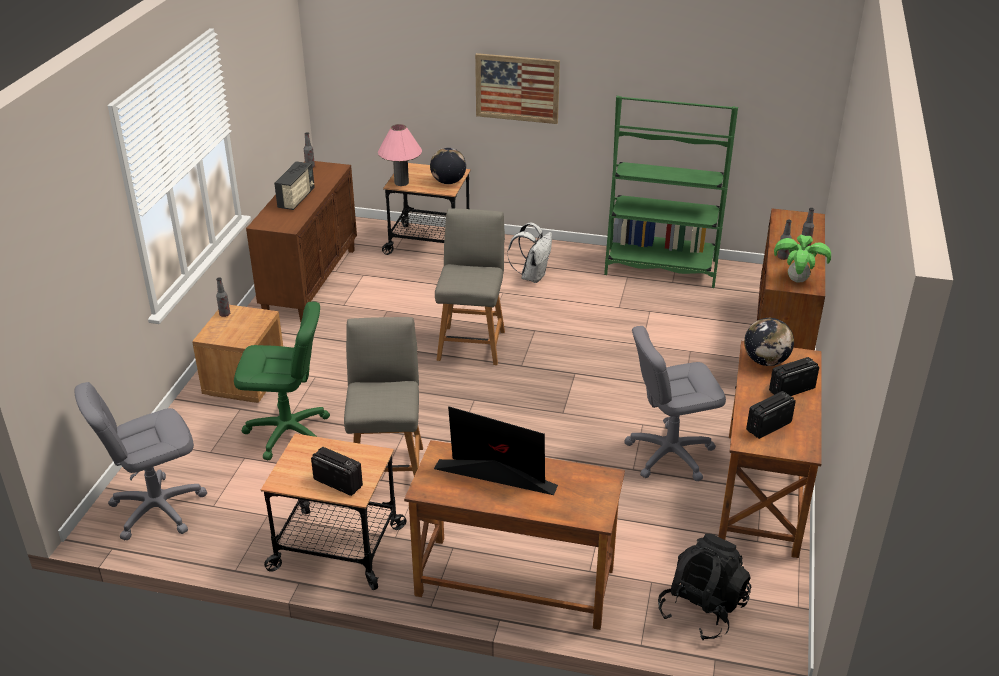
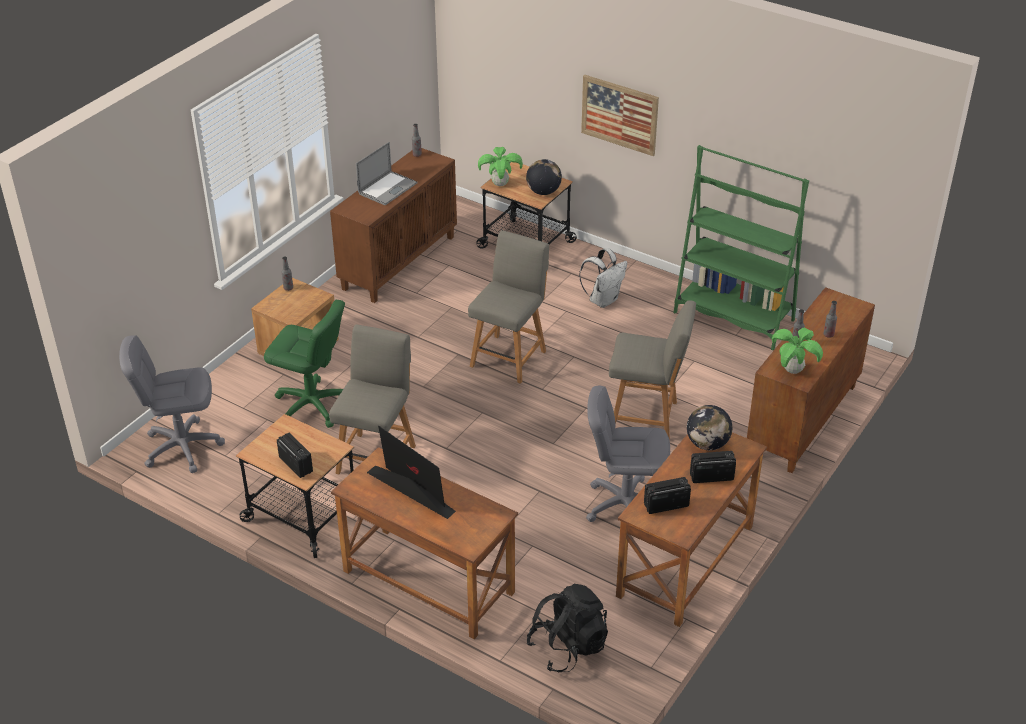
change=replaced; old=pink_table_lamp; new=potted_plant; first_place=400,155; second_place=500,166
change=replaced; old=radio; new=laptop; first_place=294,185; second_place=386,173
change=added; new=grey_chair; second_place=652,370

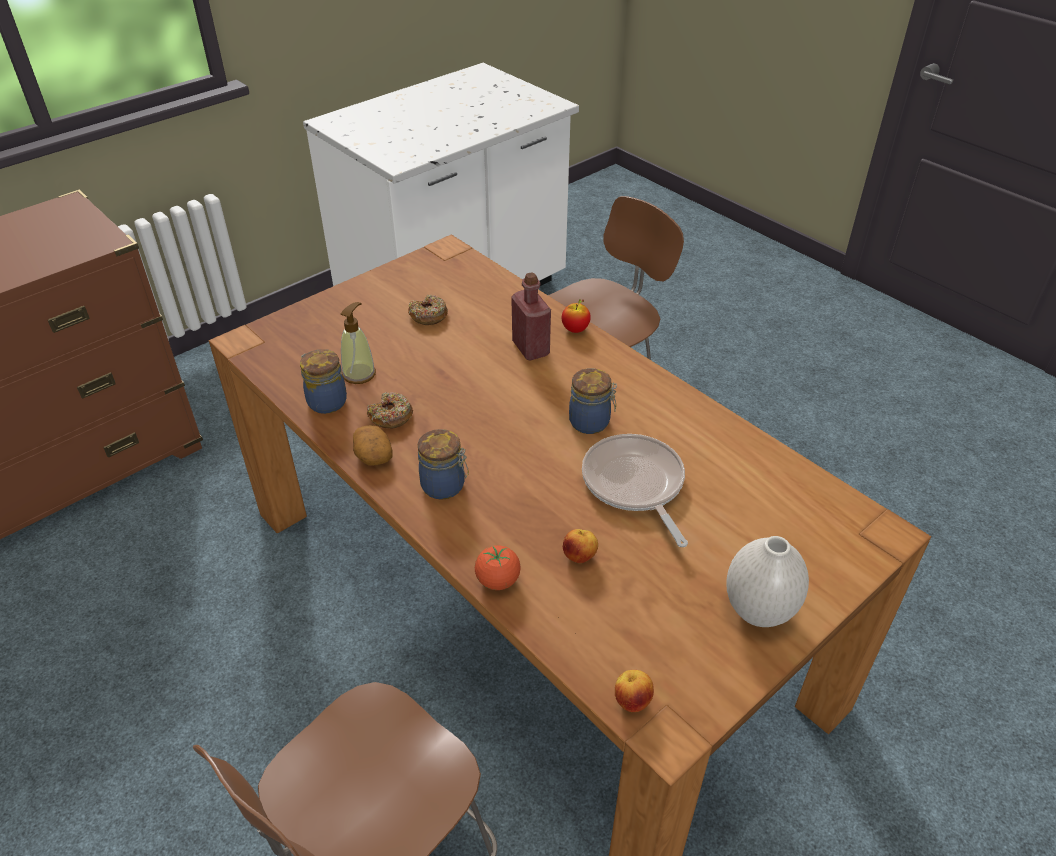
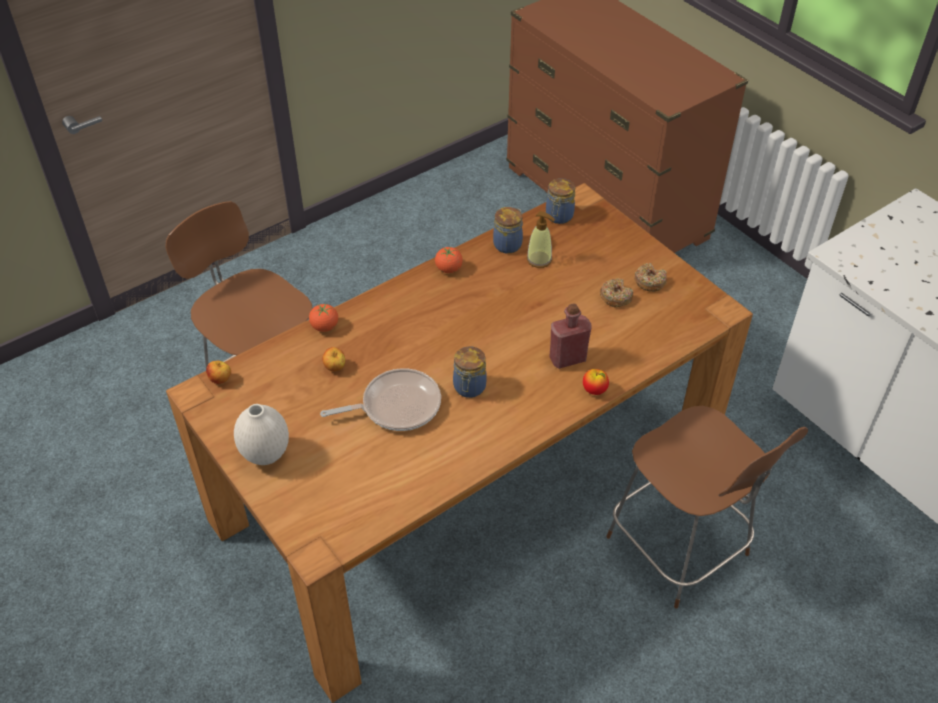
change=moved; old=donut; first_place=390,410; second_place=650,277
change=replaced; old=potato; new=tomato; first_place=373,445; second_place=449,260
change=moved; old=jar; first_place=443,464; second_place=560,201

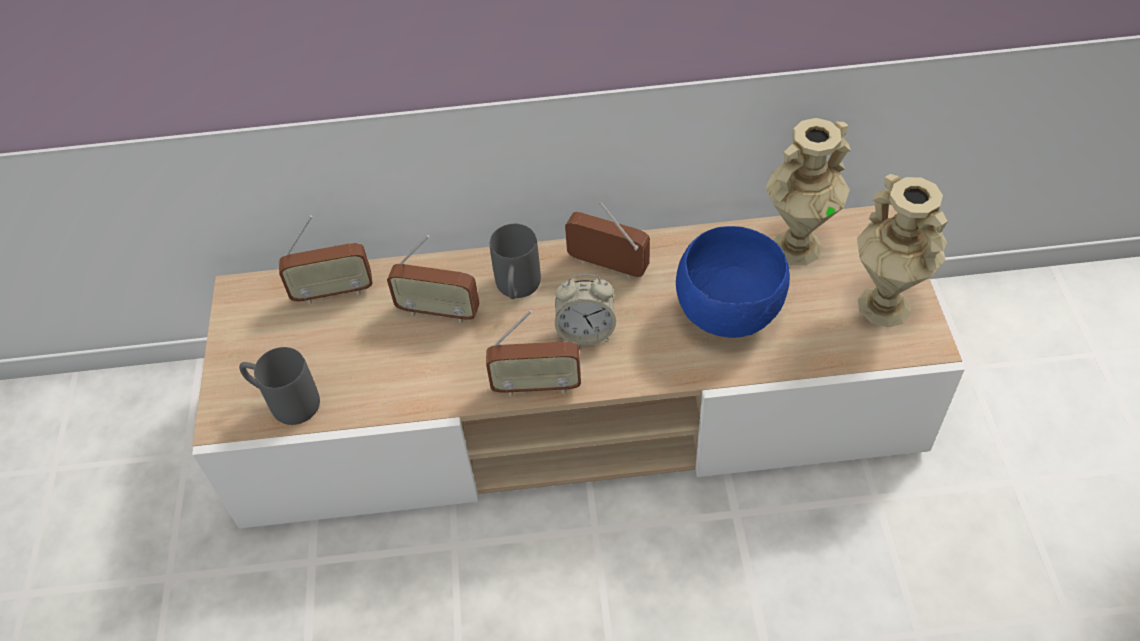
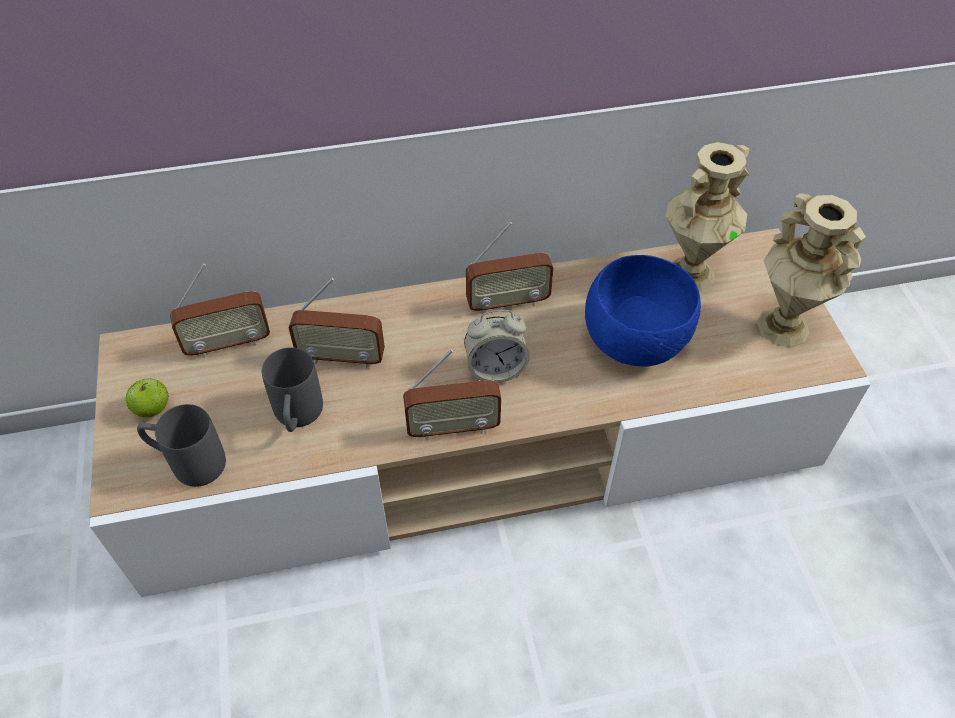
change=turned; old=radio; first_place=607,240; second_place=510,267; degrees=150
change=moved; old=grey_mug; first_place=515,261; second_place=292,389
change=added; new=apple; second_place=147,397

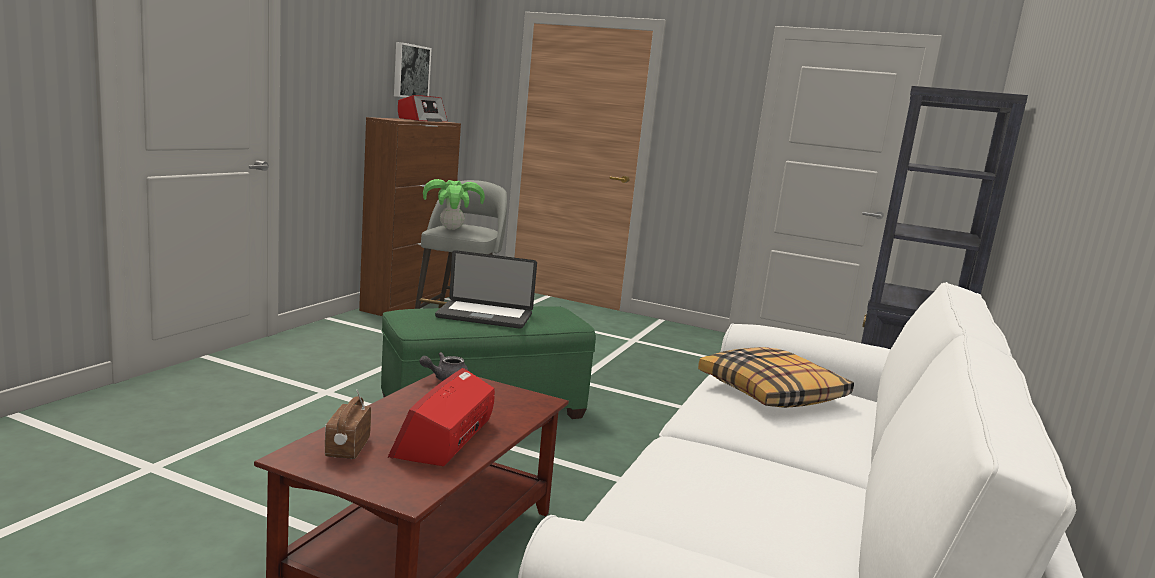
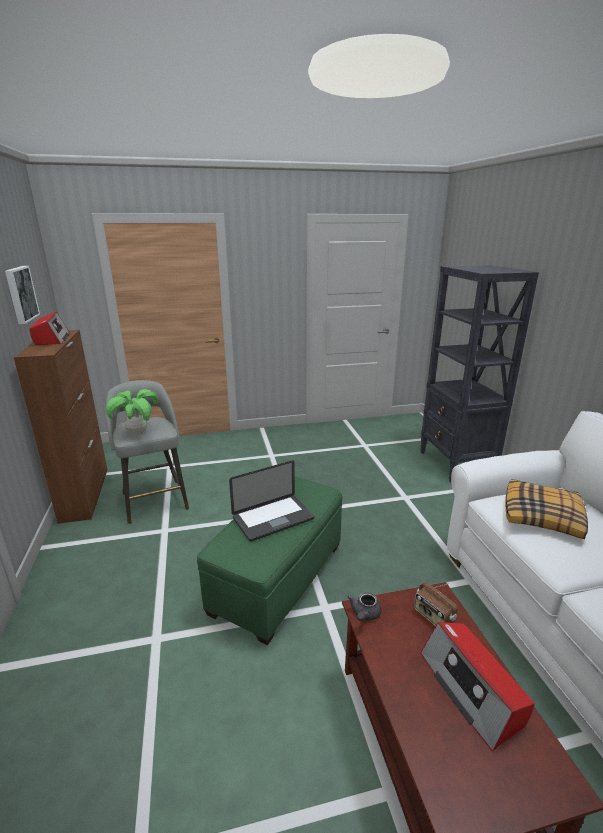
change=moved; old=radio; first_place=348,424; second_place=436,604

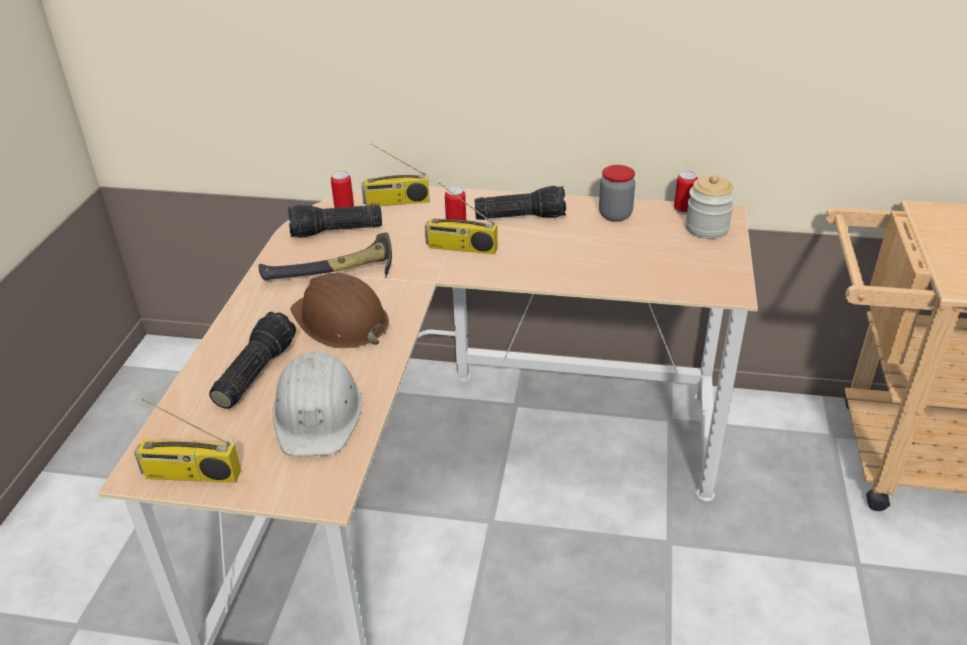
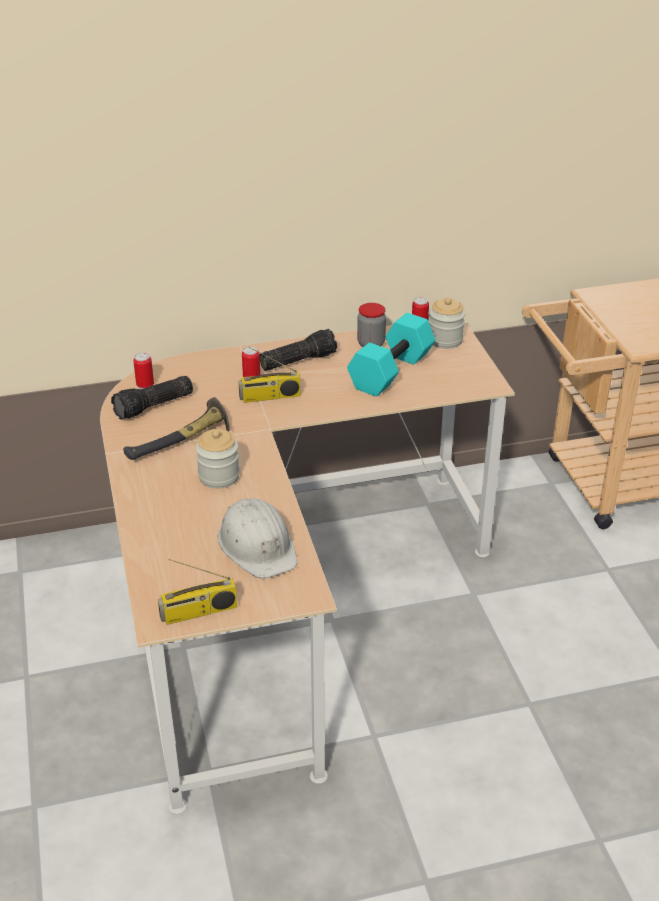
change=removed; old=radio; first_place=395,174
change=replaced; old=brown_hard_hat; new=jar; first_place=339,310; second_place=218,458
change=removed; old=flashlight; first_place=252,360
change=added; new=turquoise_dumbbell; second_place=391,355

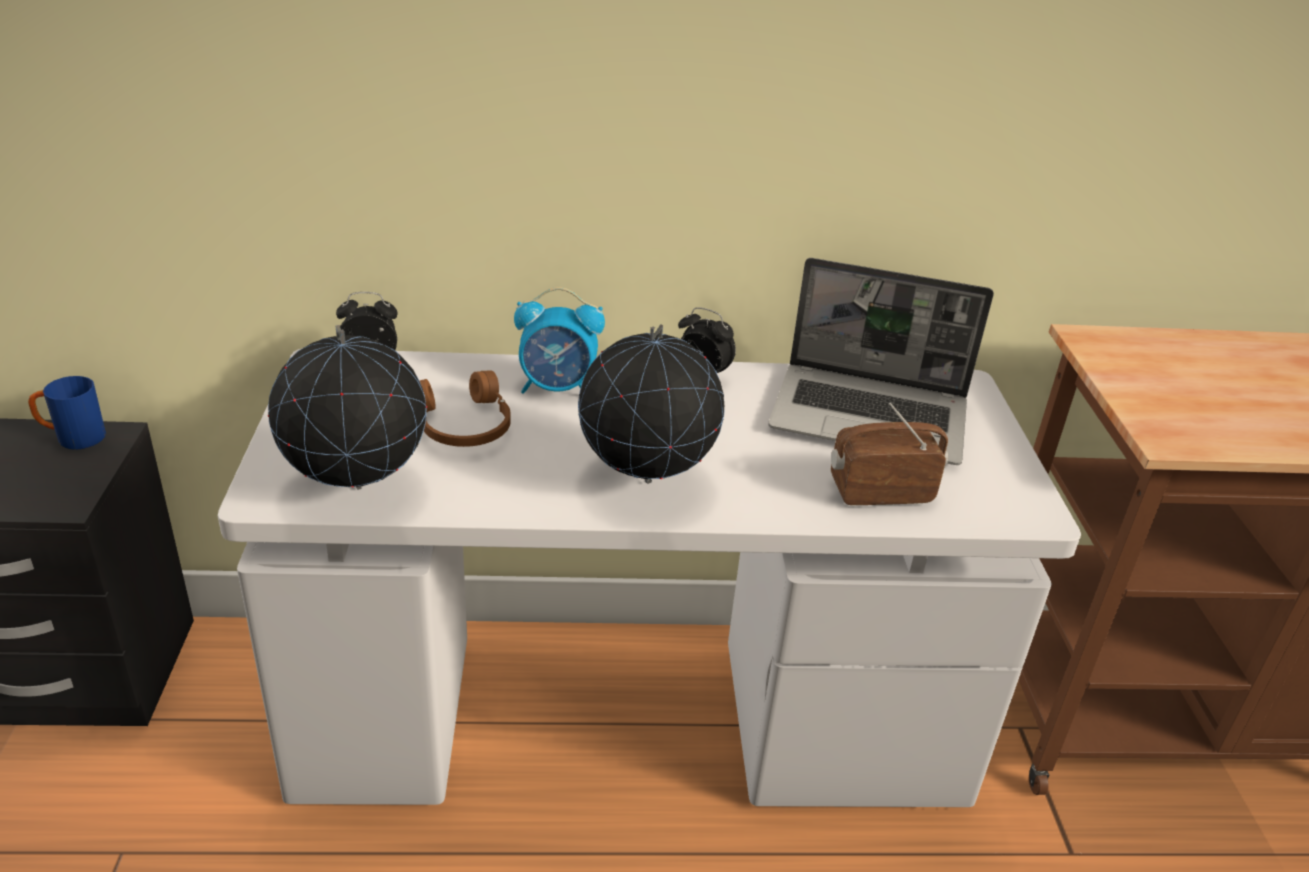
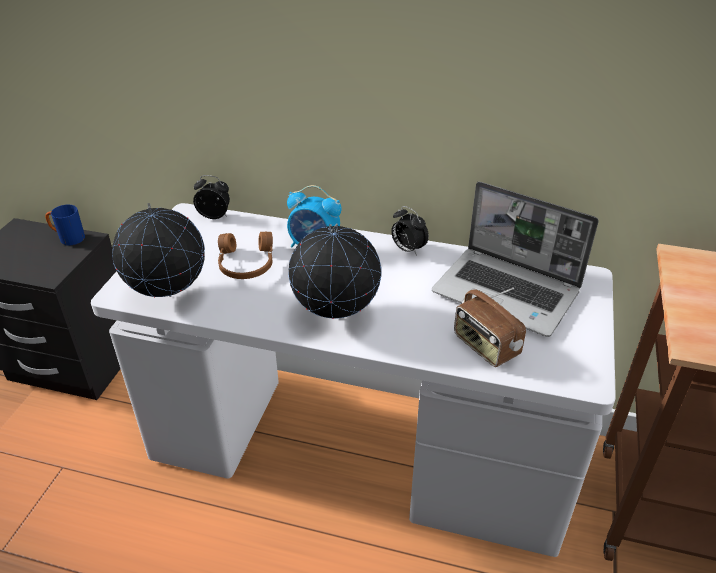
change=turned; old=radio; first_place=889,454; second_place=490,327; degrees=-135

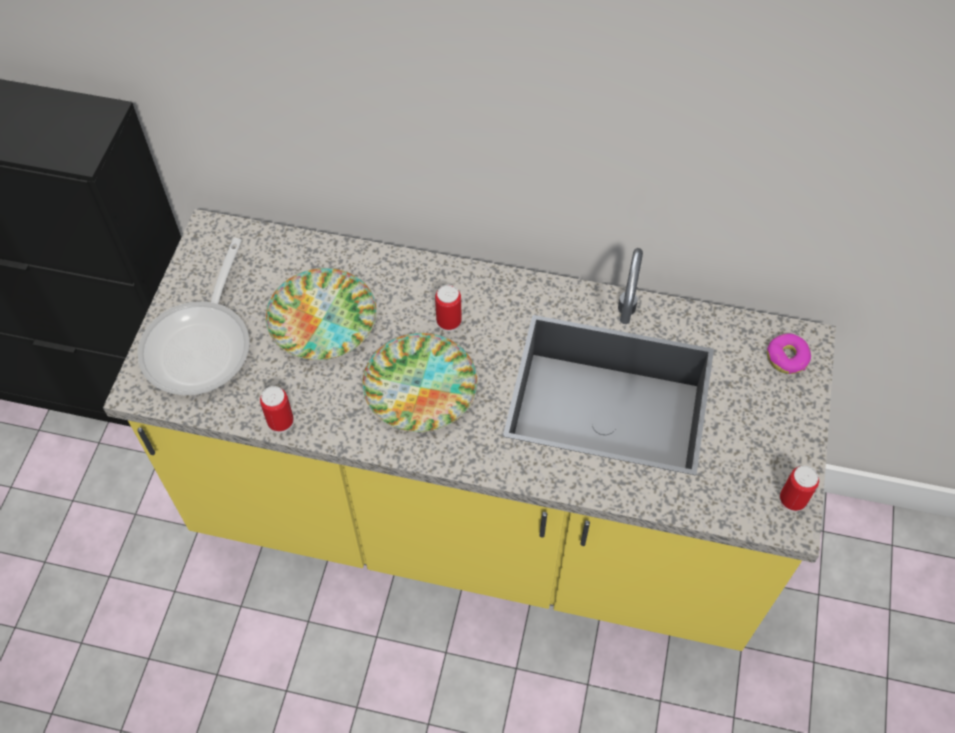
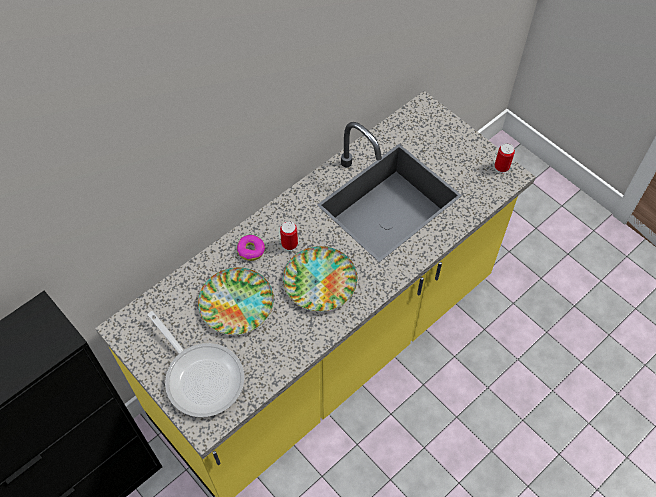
change=moved; old=donut; first_place=789,353; second_place=251,248
change=removed; old=can; first_place=277,409

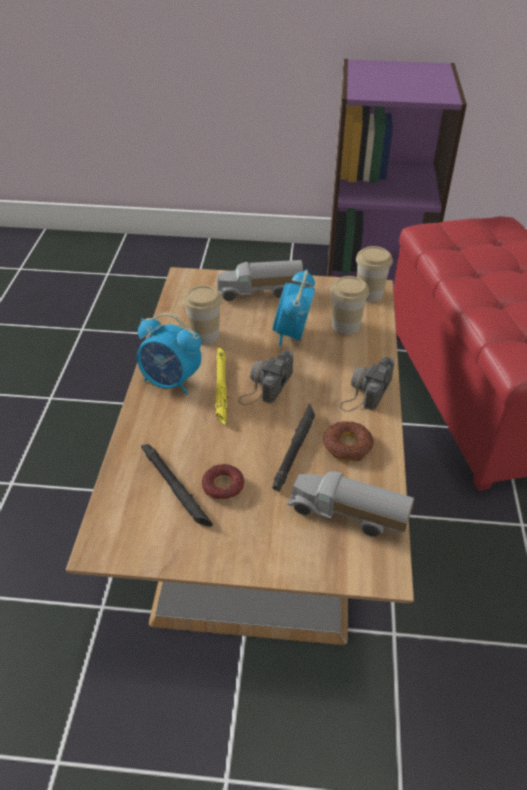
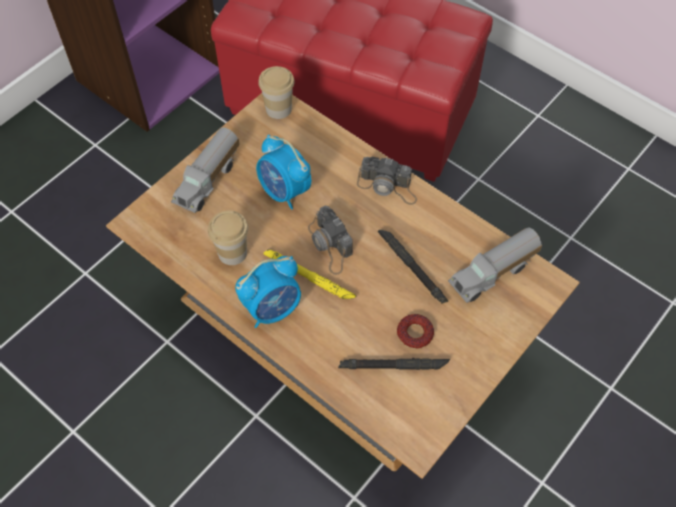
change=removed; old=cup; first_place=349,305
change=turned; old=photo_camera; first_place=367,384; second_place=387,181; degrees=-45
change=removed; old=donut; first_place=348,441

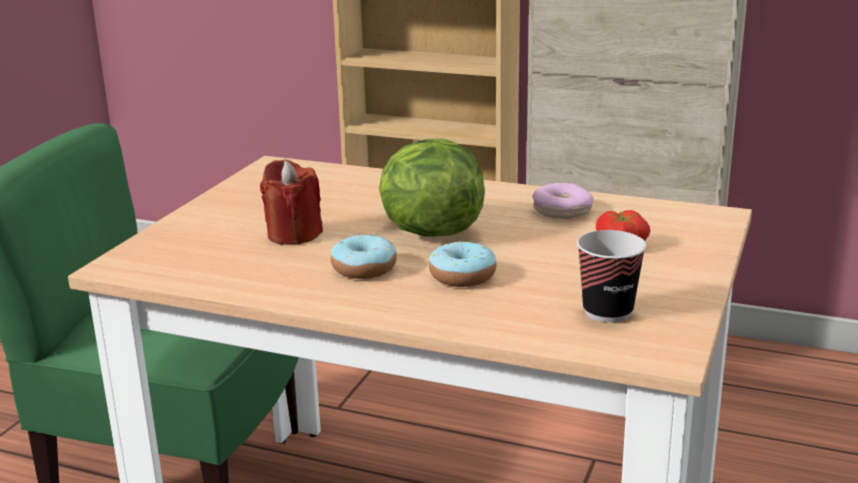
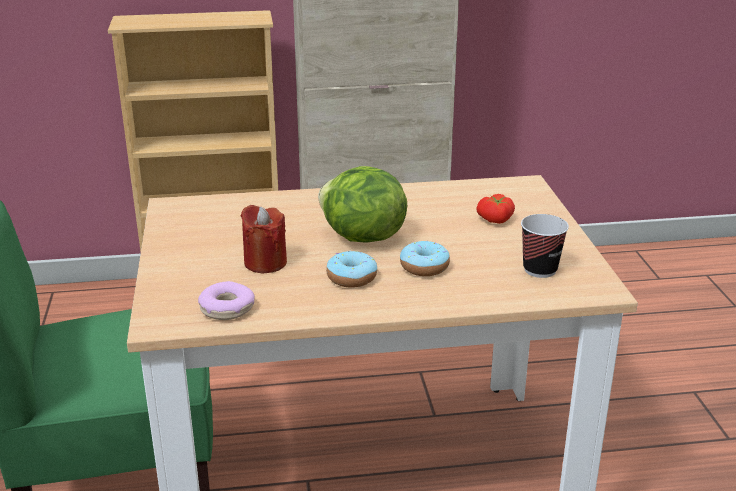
change=moved; old=donut; first_place=563,201; second_place=226,300

